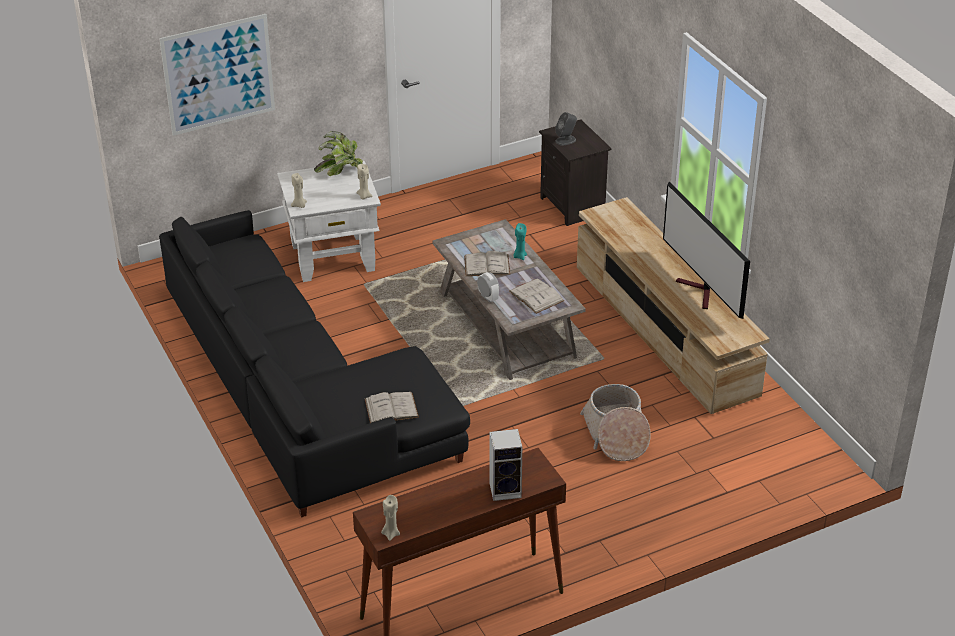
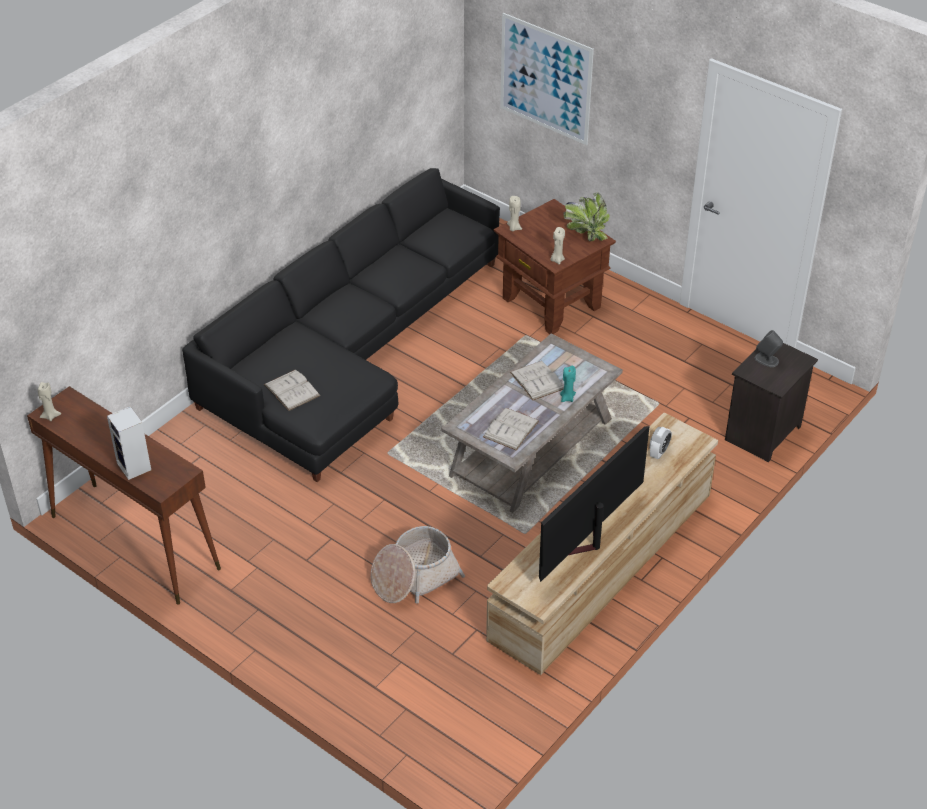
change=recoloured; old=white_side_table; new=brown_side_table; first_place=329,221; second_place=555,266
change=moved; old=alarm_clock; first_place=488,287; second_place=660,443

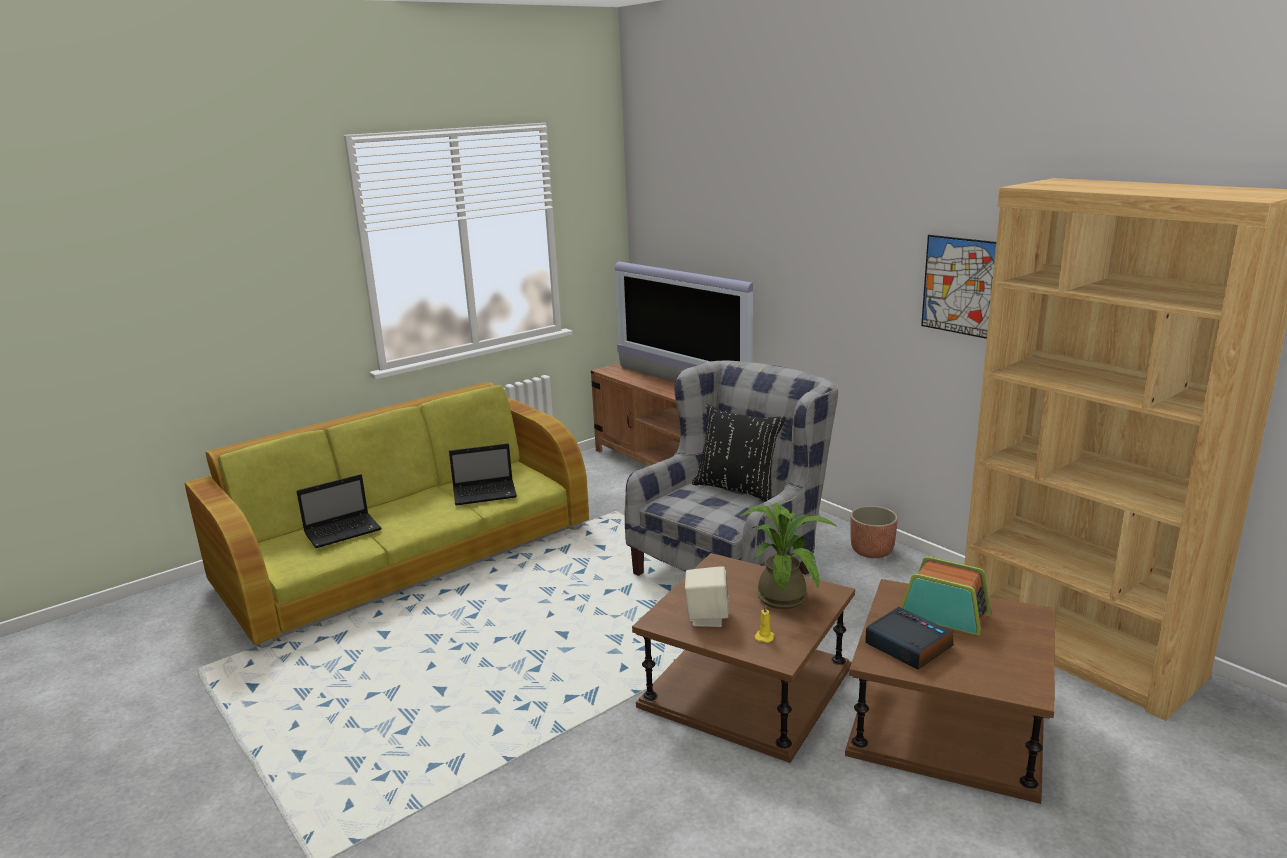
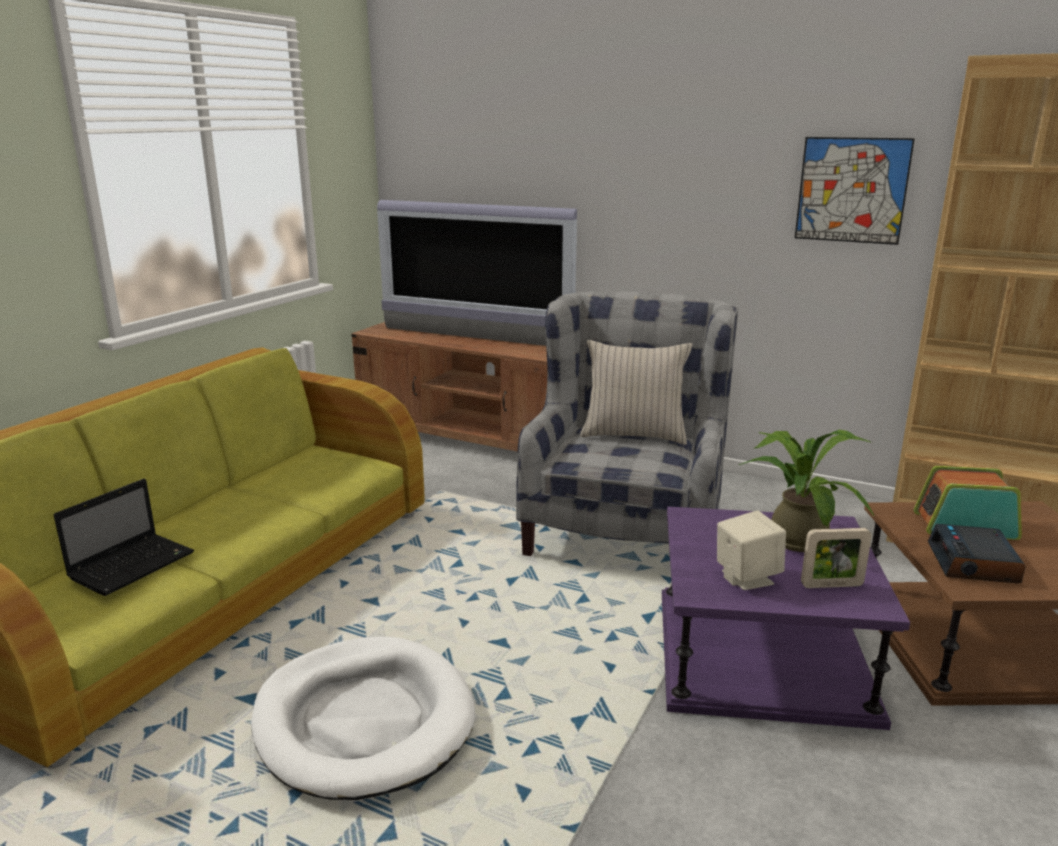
change=recoloured; old=black_pillow; new=beige_pillow; first_place=739,453; second_place=636,392
change=removed; old=laptop; first_place=483,474
change=removed; old=planter; first_place=874,532
change=recoloured; old=brown_side_table; new=purple_side_table; first_place=743,658; second_place=786,618
change=replaced; old=yellow_candle; new=picture_frame; first_place=764,624; second_place=836,558
change=turned; old=alarm_clock; first_place=909,638; second_place=977,553; degrees=-105
change=added; new=white_dog_bed; second_place=363,718

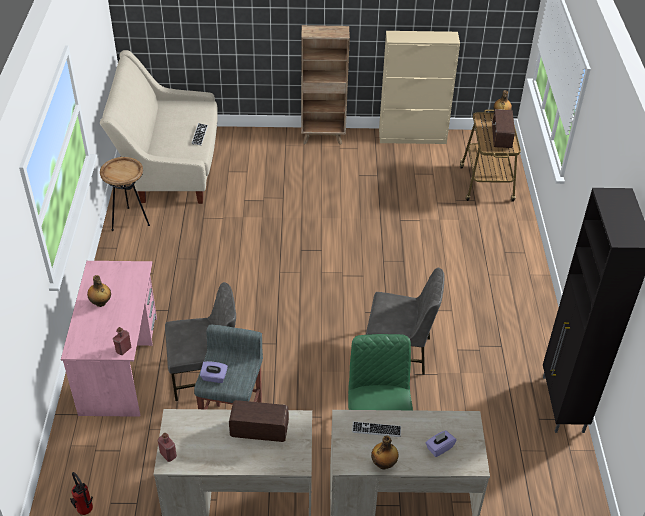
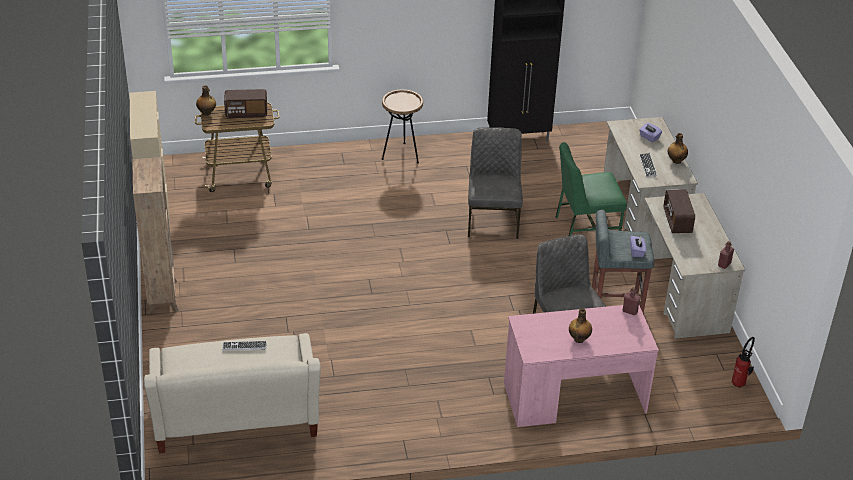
change=moved; old=brown_side_table; first_place=125,194; second_place=402,126

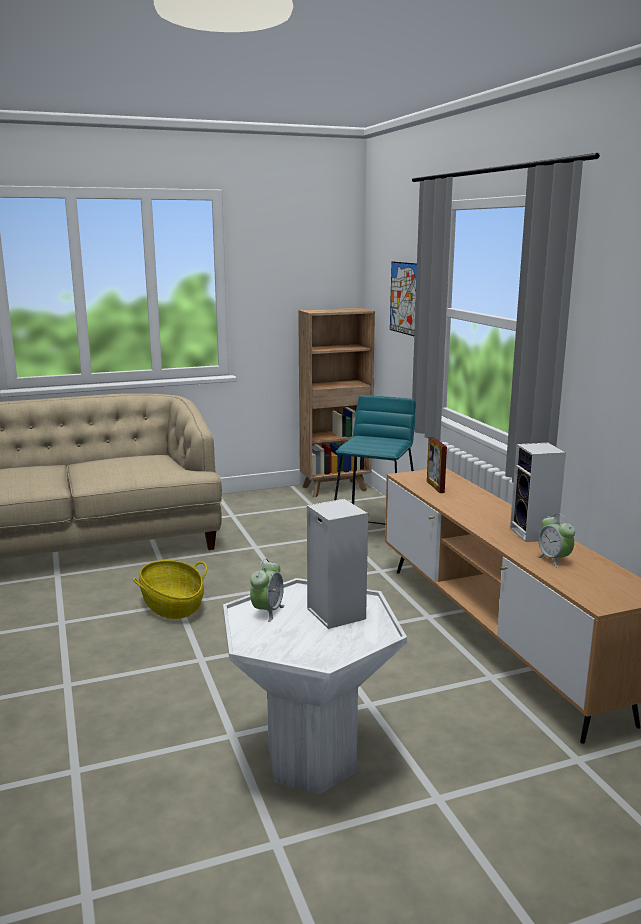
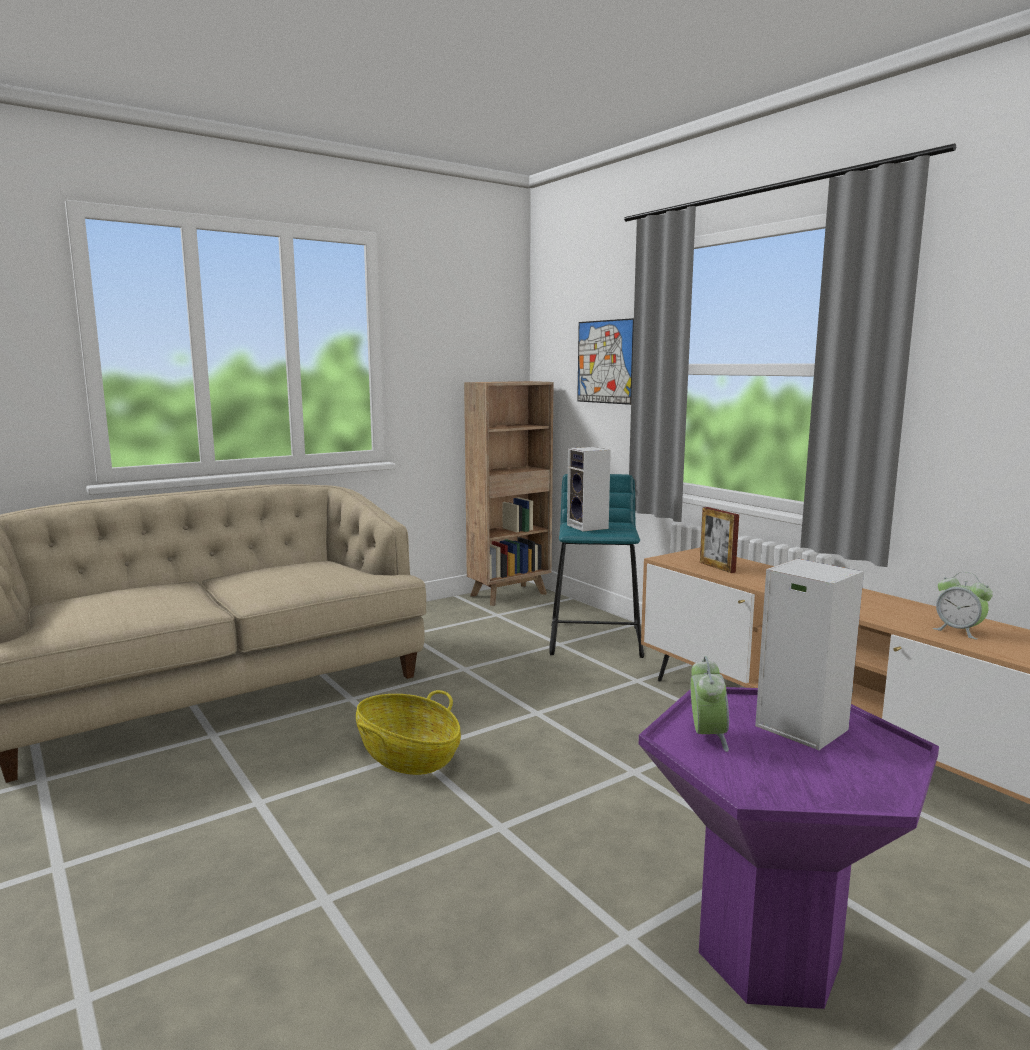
change=moved; old=speaker; first_place=538,492; second_place=589,489
change=recoloured; old=white_side_table; new=purple_side_table; first_place=315,686; second_place=789,848

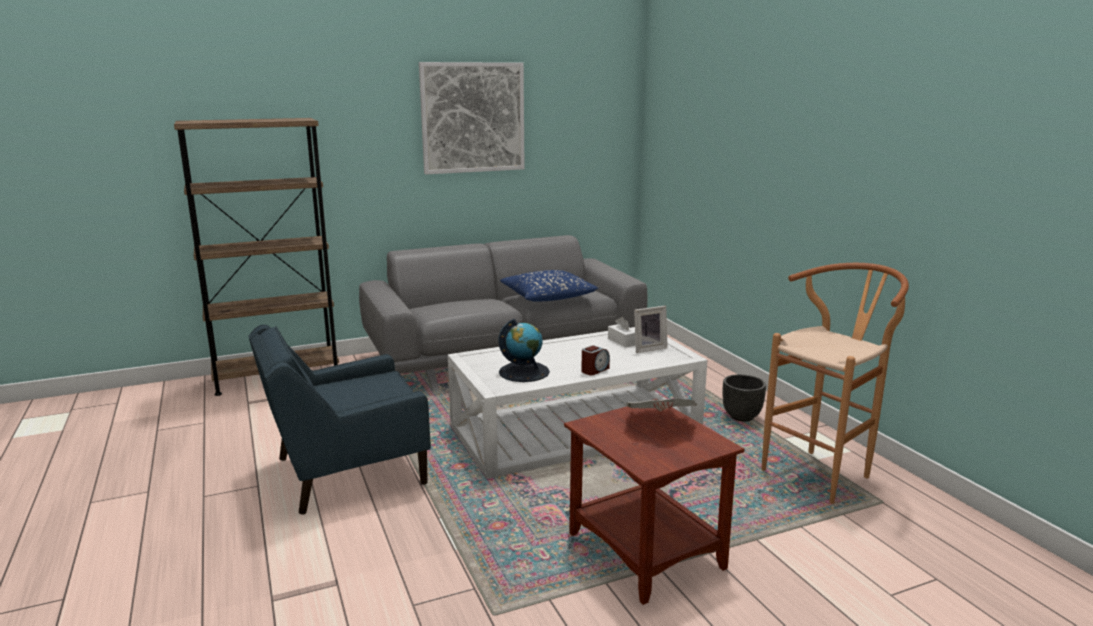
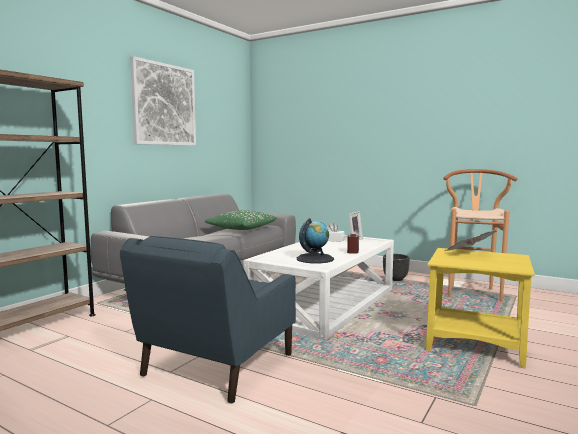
change=recoloured; old=blue_pillow; new=green_pillow; first_place=549,286; second_place=240,220
change=recoloured; old=brown_side_table; new=yellow_side_table; first_place=654,502; second_place=480,308

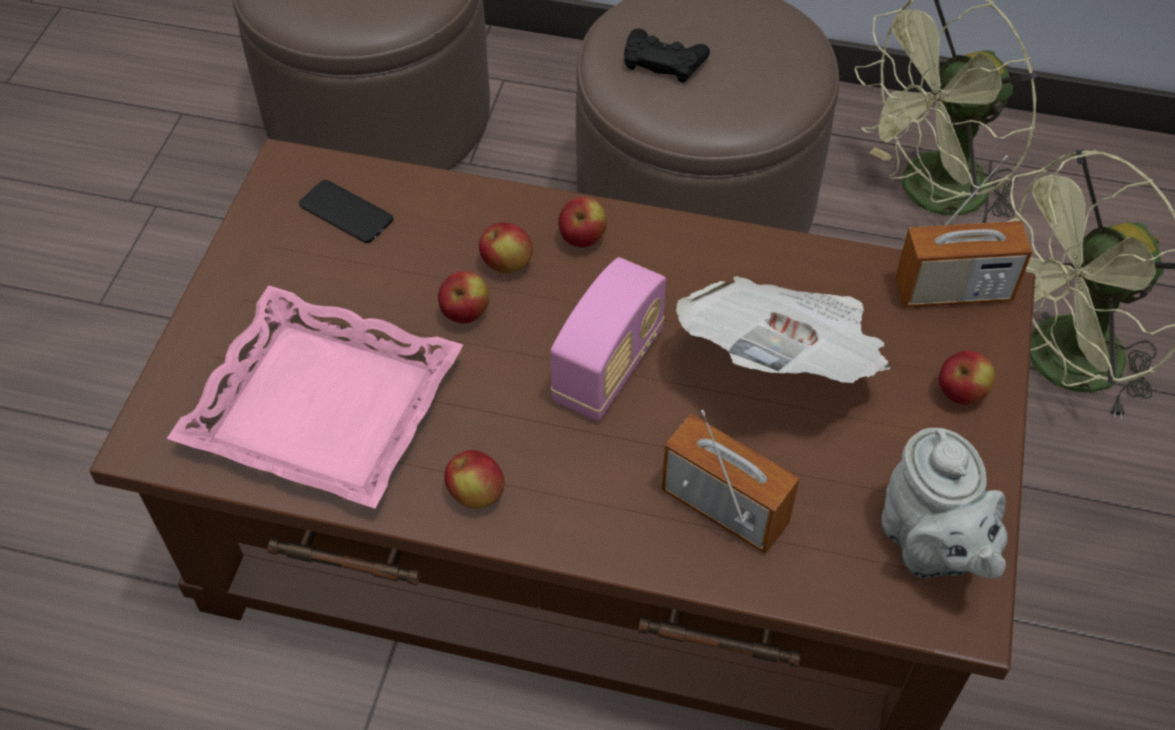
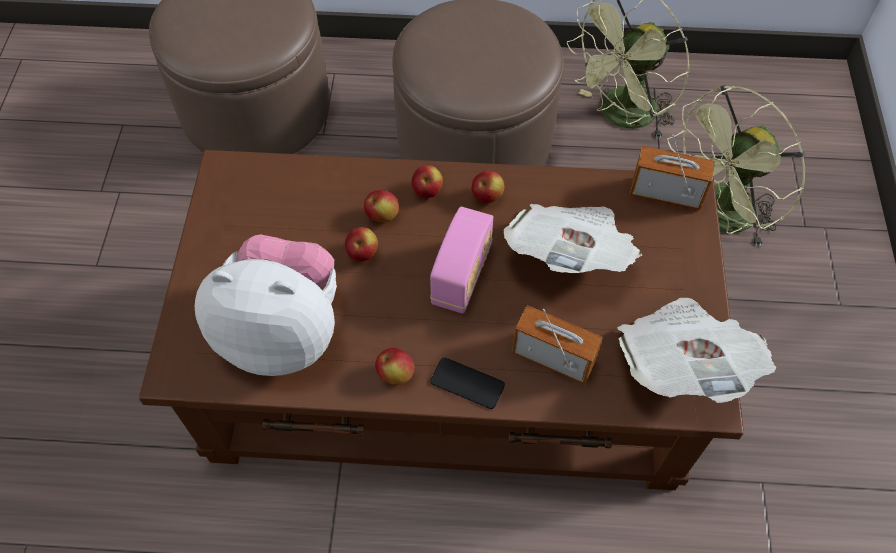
change=removed; old=black_game_controller; first_place=667,56
change=turned; old=radio; first_place=963,232; second_place=672,172; degrees=-150
change=moved; old=phone; first_place=346,211; second_place=467,383
change=replaced; old=pink_tray; new=plush_toy; first_place=315,397; second_place=266,305
change=moved; old=apple; first_place=967,378; second_place=488,187
change=replaced; old=grey_teapot; new=newspaper; first_place=944,503; second_place=696,350

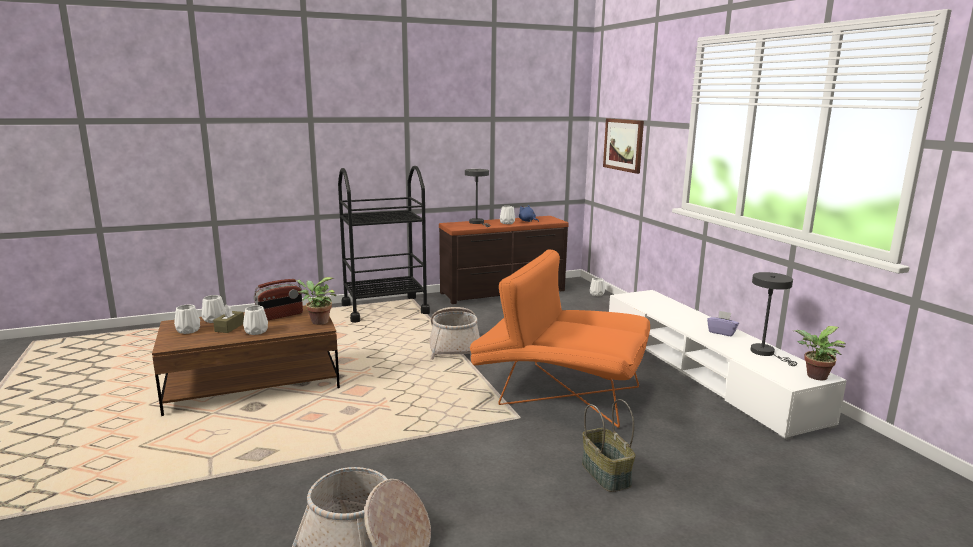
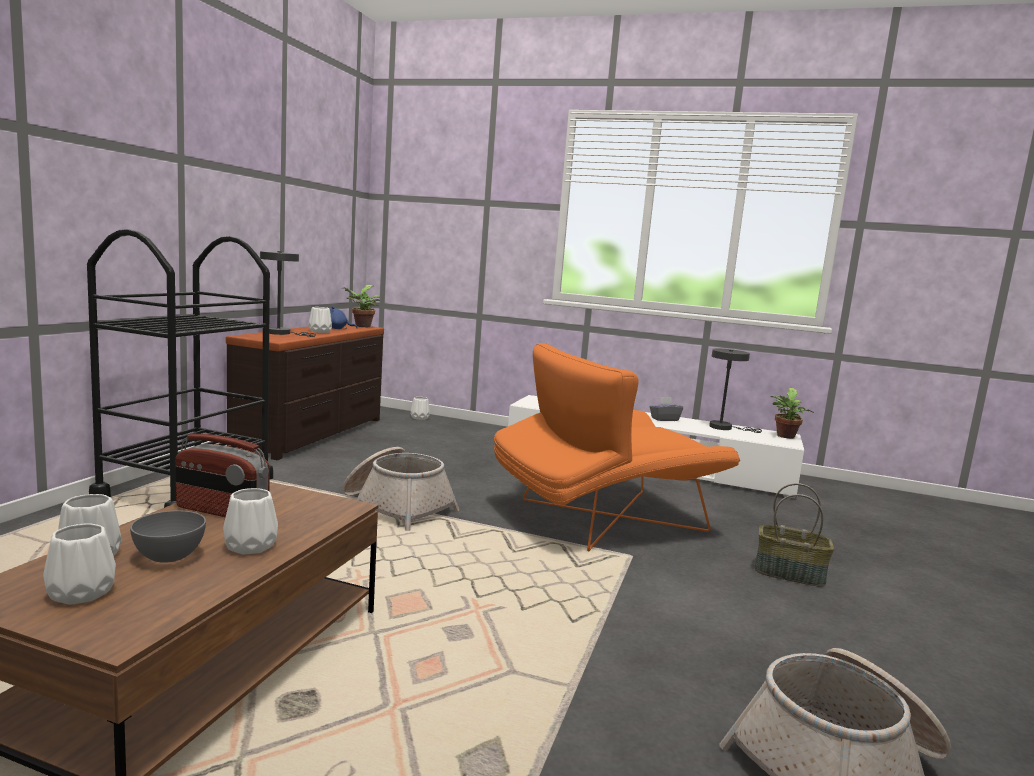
change=removed; old=picture; first_place=623,146
change=moved; old=potted_plant; first_place=316,301; second_place=362,306
change=turned; old=radio; first_place=278,299; second_place=222,475; degrees=105
change=replaced; old=brown_tissue_box; new=grey_bowl; first_place=228,318; second_place=168,536
change=recoloured; old=purple_tissue_box; new=grey_tissue_box; first_place=723,323; second_place=666,409

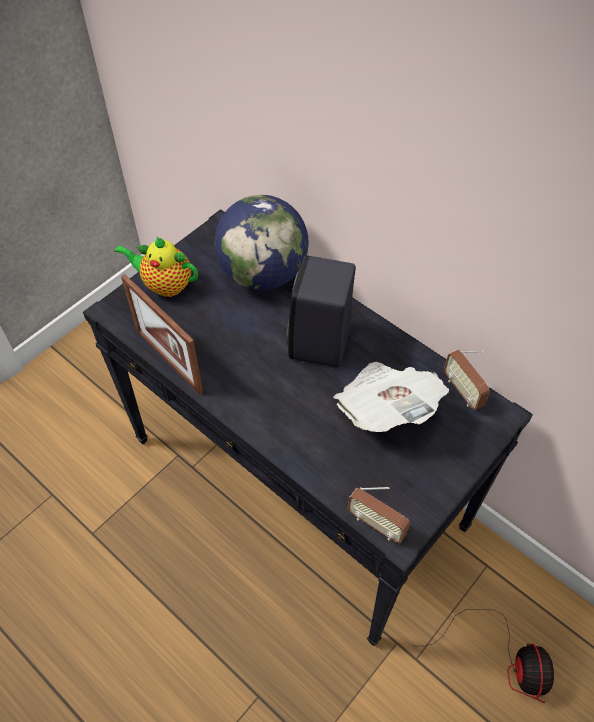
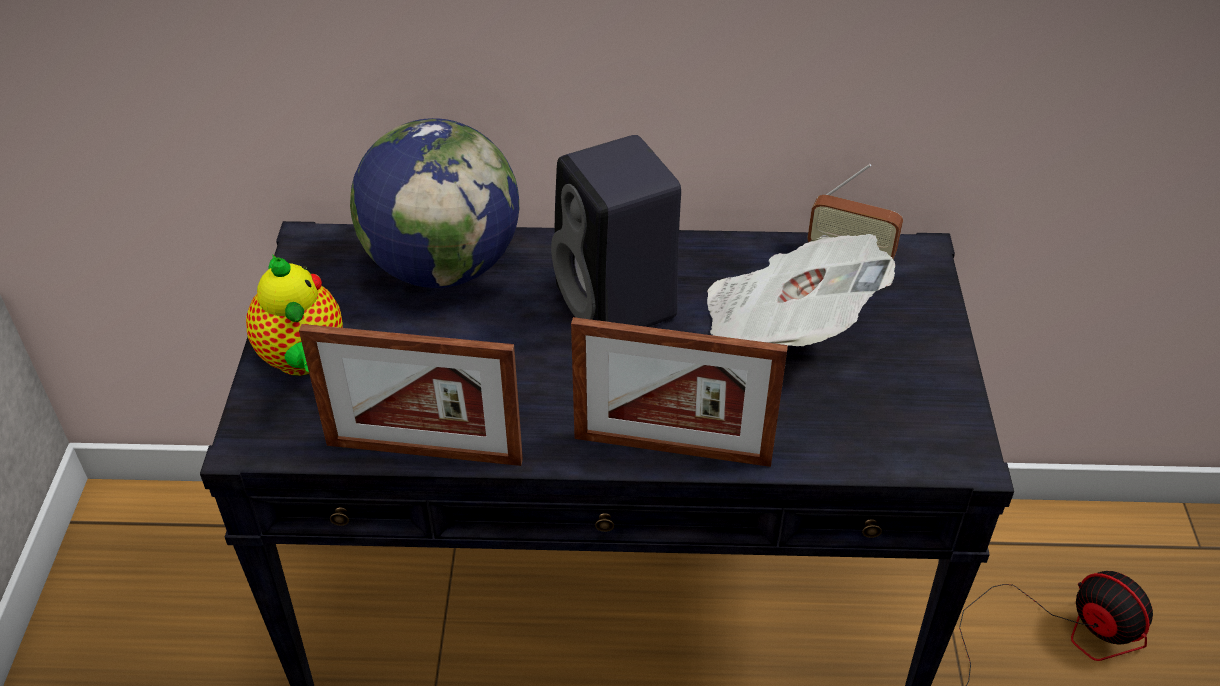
change=turned; old=teapot; first_place=156,267; second_place=294,315; degrees=-90
change=removed; old=radio; first_place=379,515
change=added; new=picture_frame; second_place=679,392

